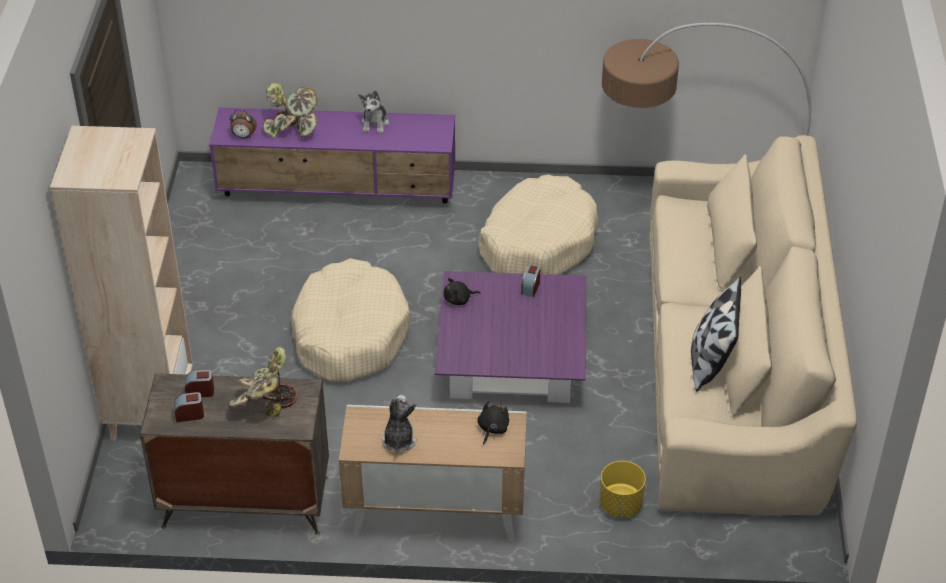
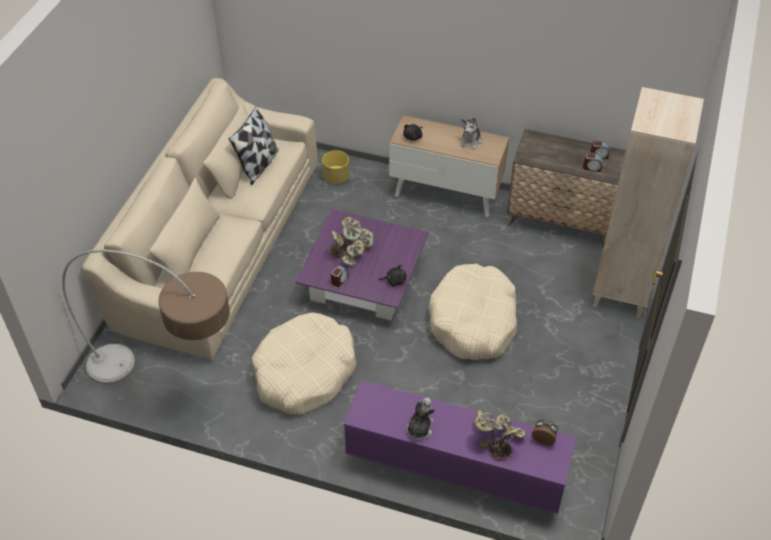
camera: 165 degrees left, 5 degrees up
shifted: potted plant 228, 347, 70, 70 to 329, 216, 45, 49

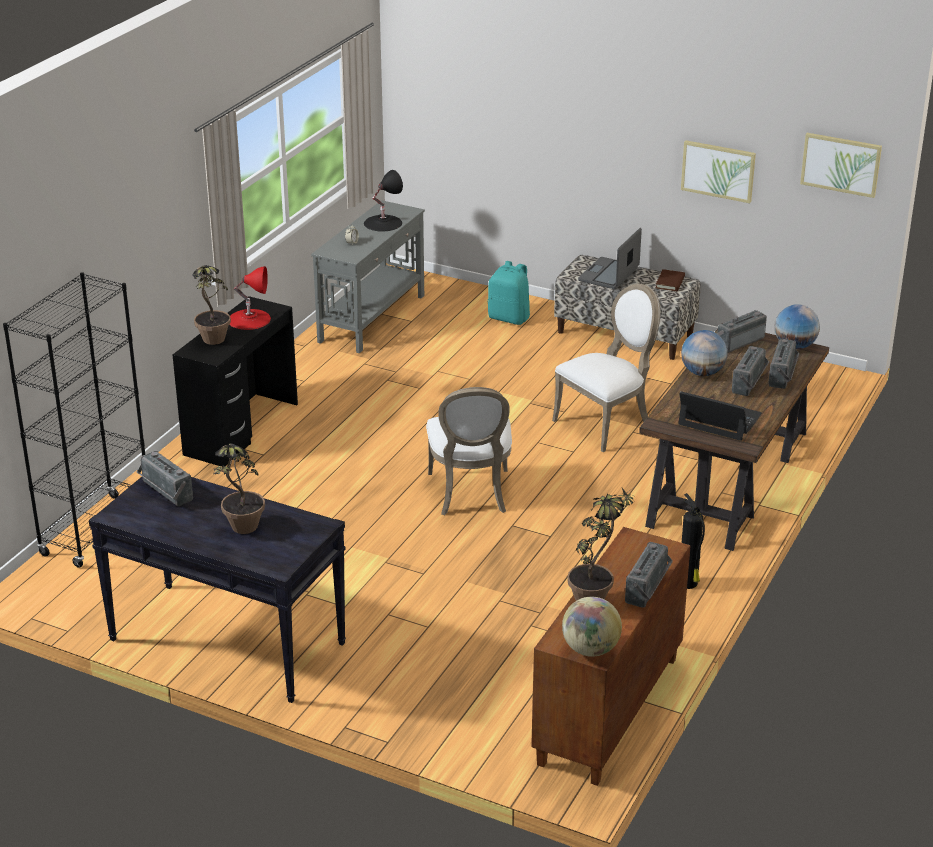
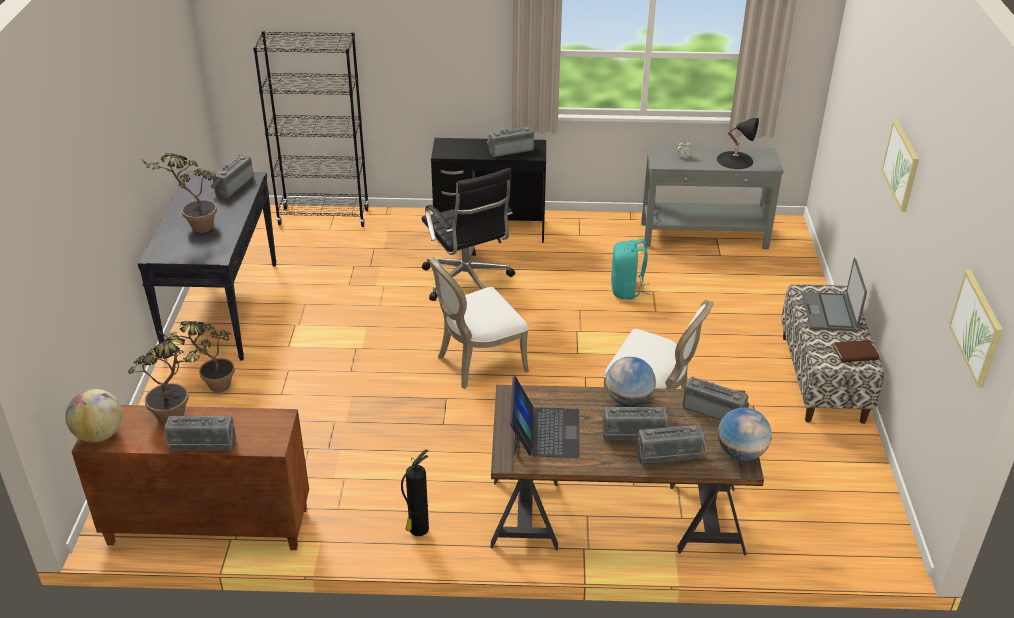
camera: 65 degrees right, 5 degrees up
new: black office chair 422, 168, 93, 133
shifted: potted plant 193, 265, 38, 80 to 158, 321, 77, 72; turquoise backpack 487, 261, 43, 64 to 611, 239, 40, 60; picture 681, 140, 75, 63 to 881, 119, 38, 93
swapped: red table lamp 230, 266, 41, 64 to radio 487, 126, 47, 31
rotated: laptop 578, 228, 64, 61 = 802, 258, 65, 73 90 degrees counterclockwise

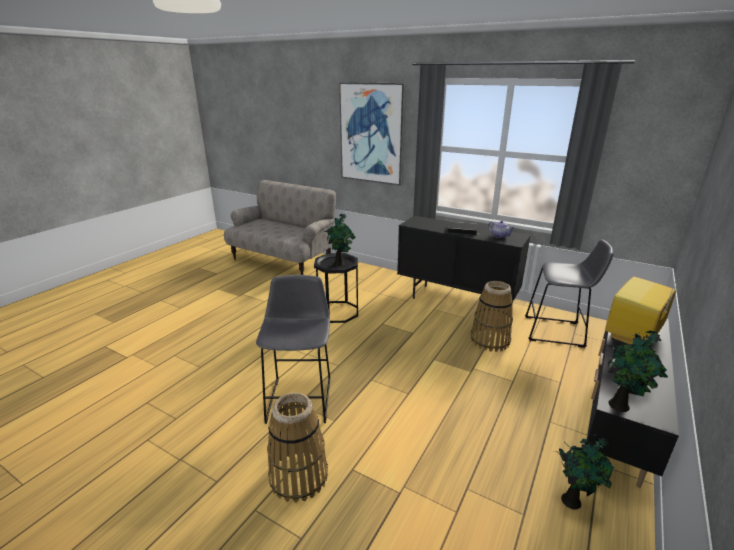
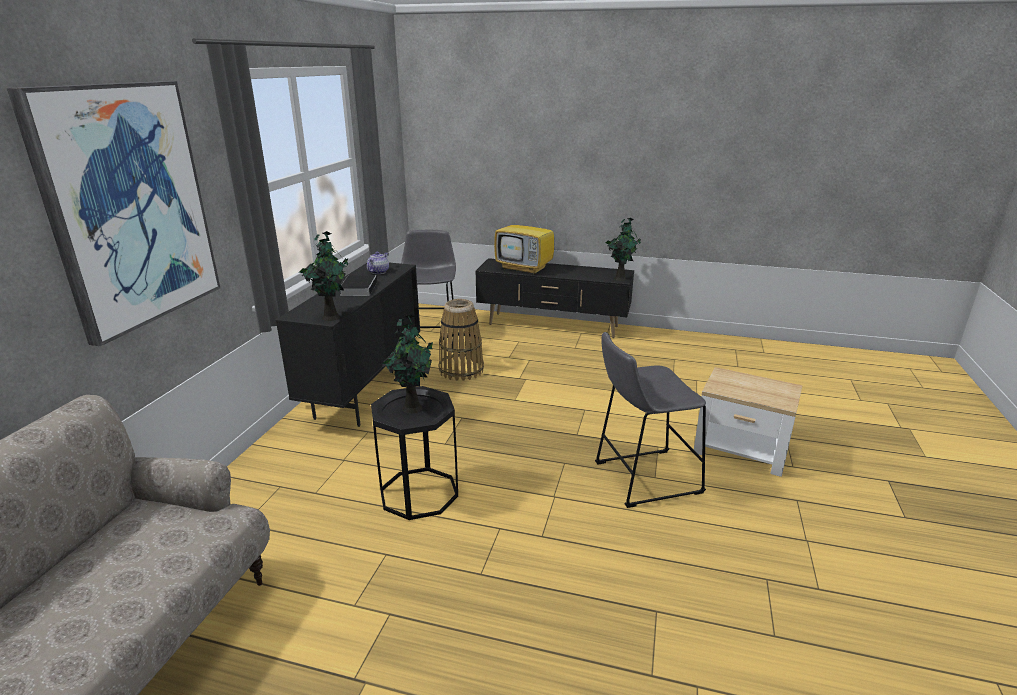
camera: 105 degrees left, 0 degrees up
shifted: potted plant 554, 434, 60, 76 to 299, 231, 49, 90
swapped: basket 267, 393, 61, 110 to side table 694, 367, 108, 110

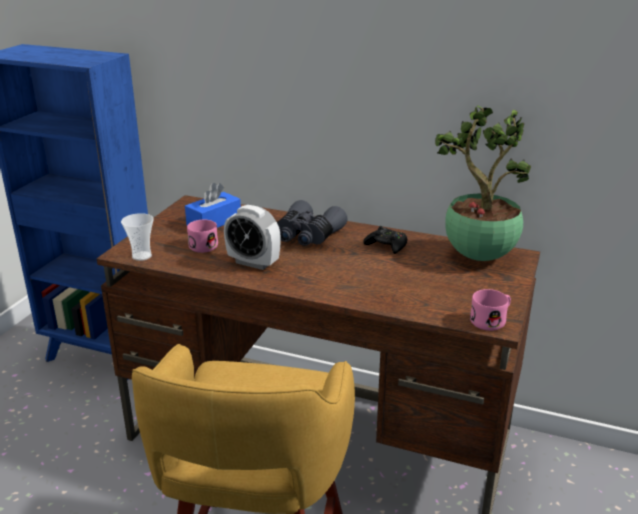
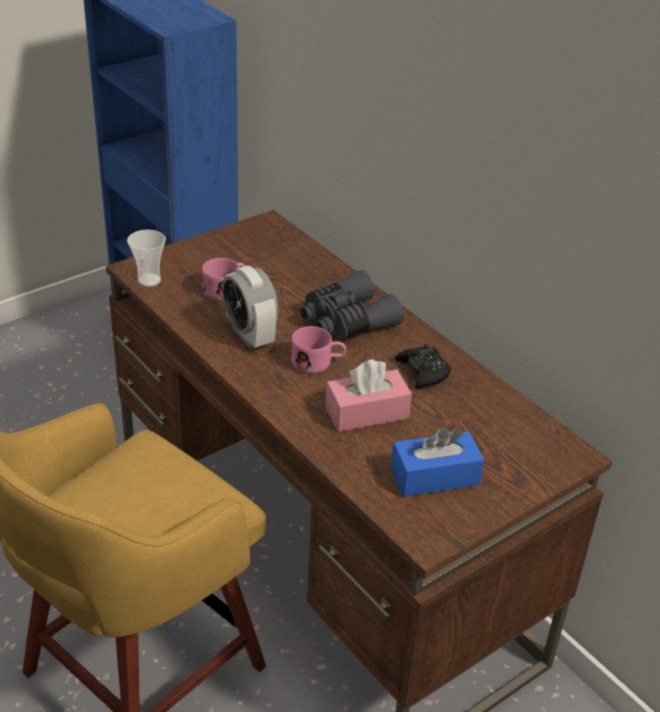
camera: 30 degrees right, 10 degrees up
gone: potted plant 435, 105, 96, 156
new: pink tissue box 325, 359, 87, 73
shifted: blue tissue box 185, 183, 56, 45 to 391, 426, 93, 71; pink mug 470, 289, 41, 42 to 291, 326, 55, 48

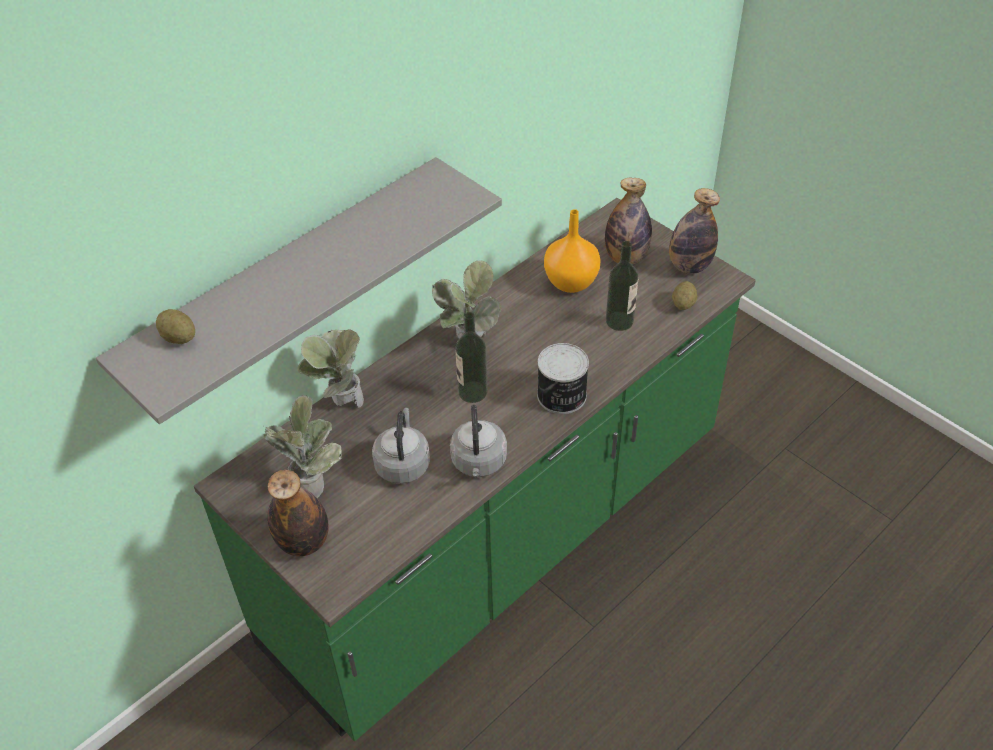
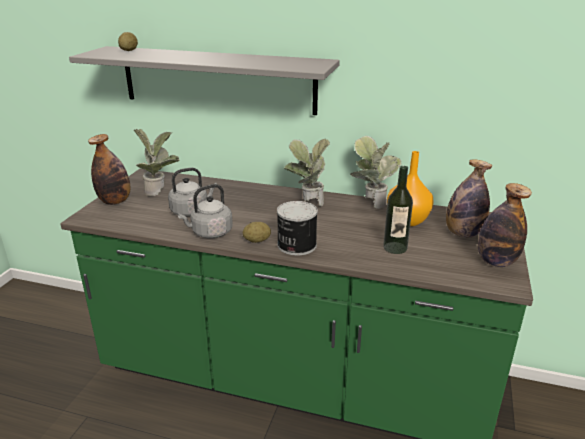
camera: 60 degrees right, 20 degrees down
gone: bottle 455, 312, 33, 91
shifted: potted plant 297, 329, 67, 79 to 350, 136, 52, 73; potato 672, 281, 25, 29 to 243, 222, 28, 21

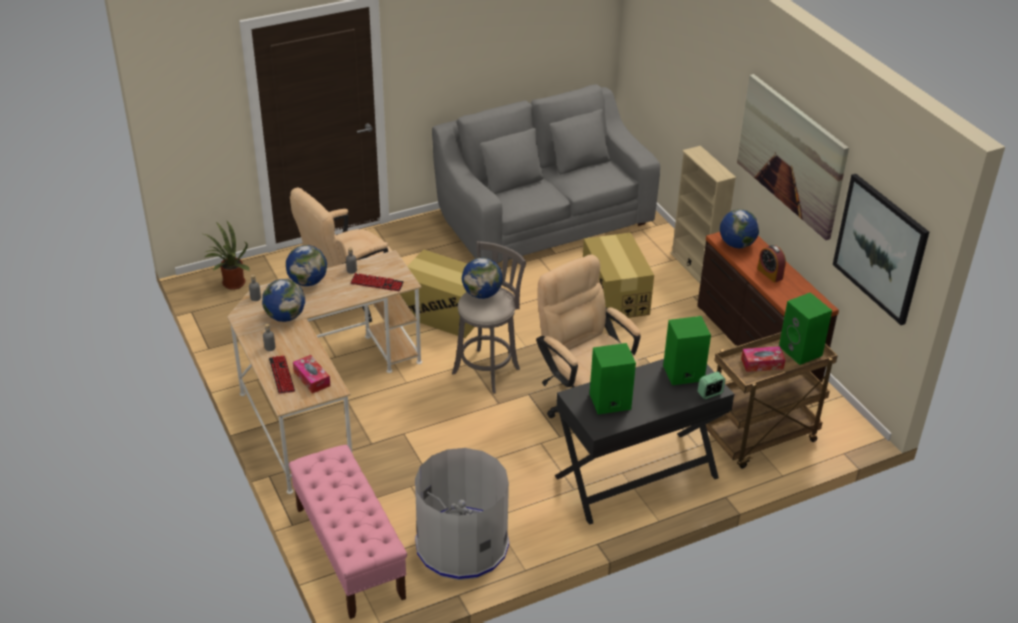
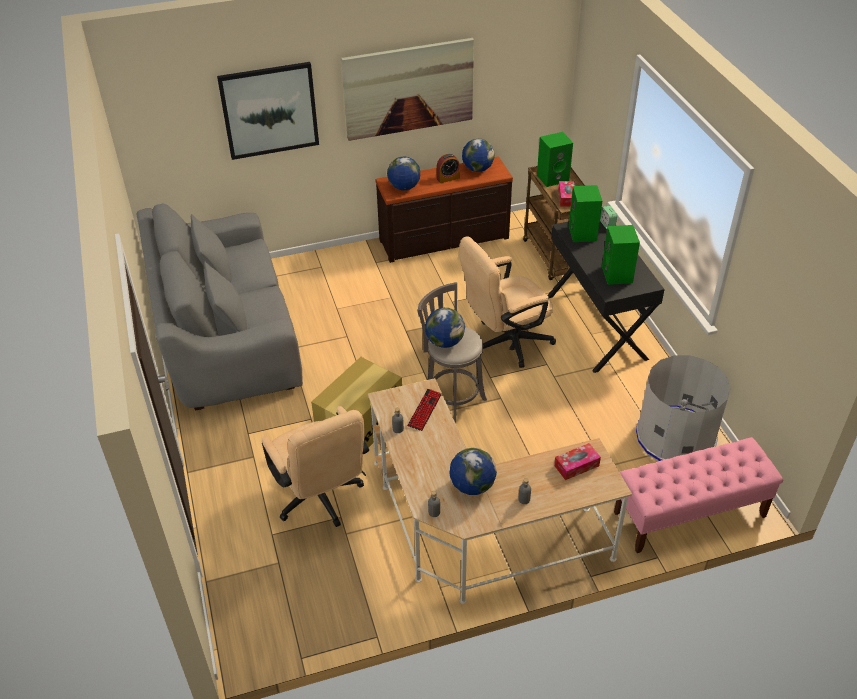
camera: 80 degrees left, 5 degrees up
gone: potted plant 204, 220, 46, 70; keyboard 269, 355, 26, 39; cardboard box 583, 232, 71, 88; beige bookcase 670, 146, 66, 137
shifted: globe 286, 245, 41, 41 to 462, 139, 33, 33; picture 833, 174, 96, 151 to 217, 62, 102, 98

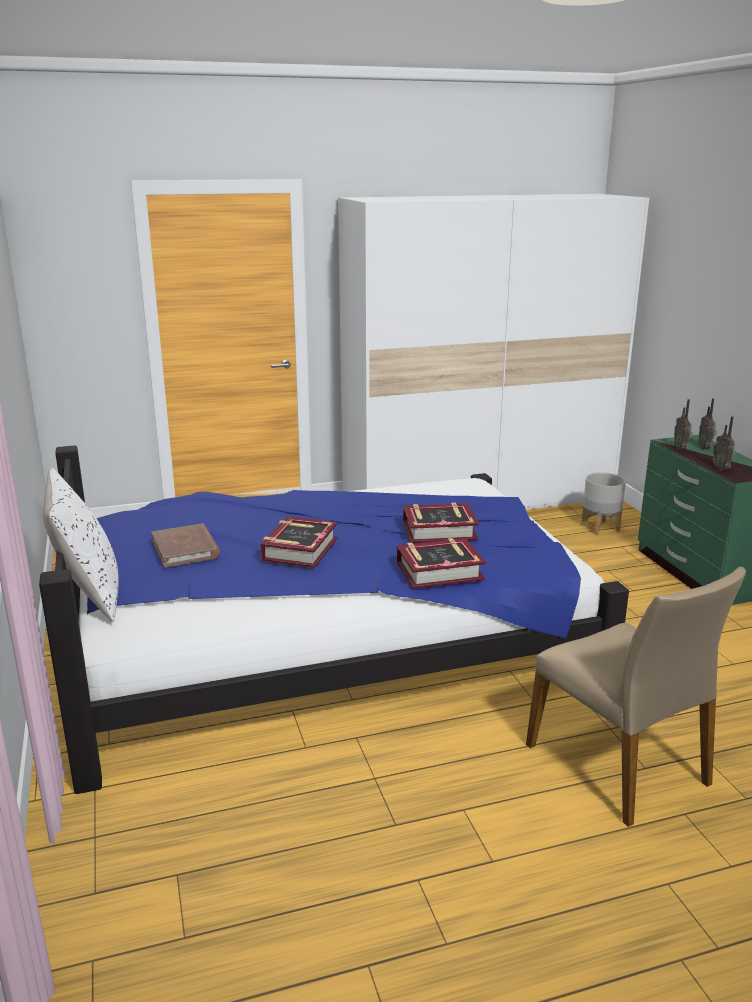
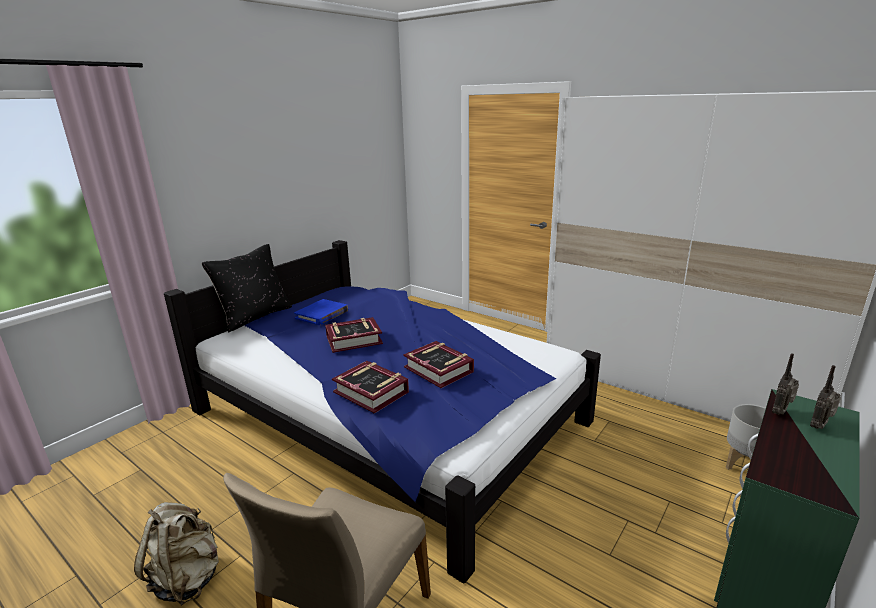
camera: 55 degrees right, 0 degrees up
gone: radio 713, 416, 22, 55
new: beige backpack 134, 502, 85, 103
repainted: white pillow 43, 468, 76, 154 to black pillow 202, 244, 90, 88; brown book 152, 523, 68, 44 to blue book 294, 299, 55, 26

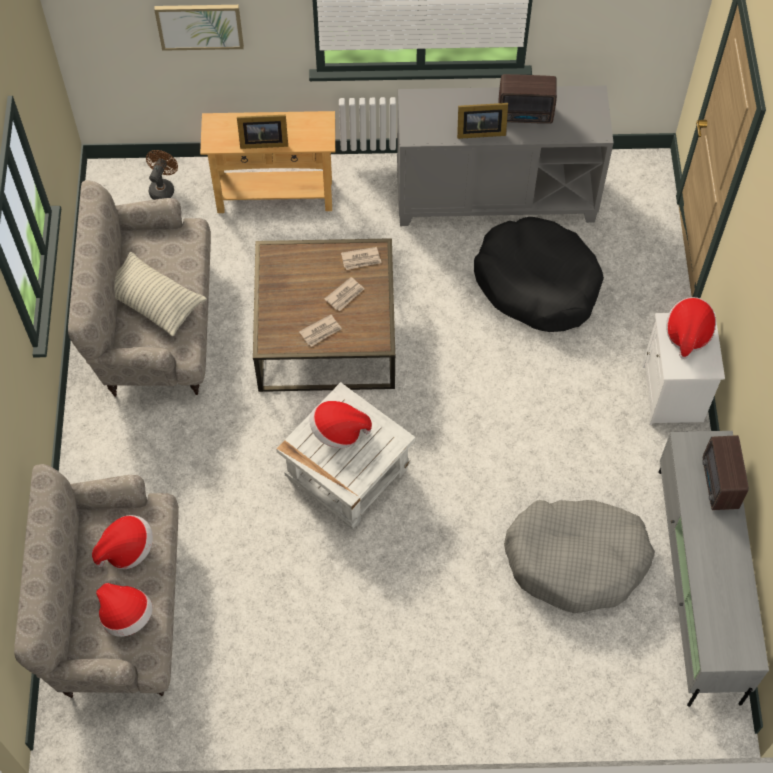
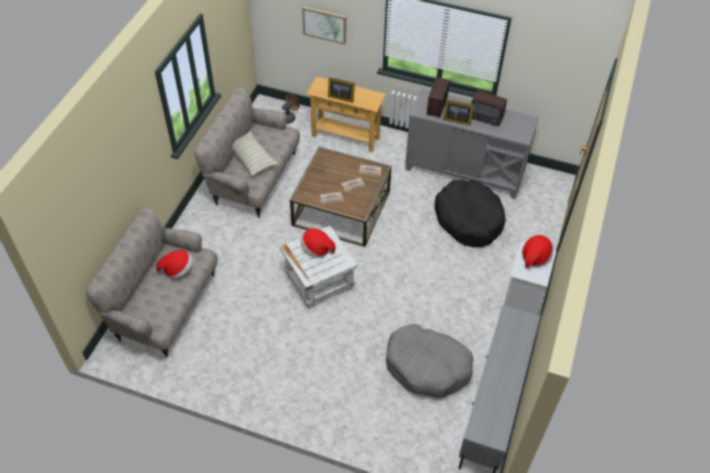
camera: 20 degrees right, 10 degrees down
gone: hat 96, 583, 57, 54
shifted: radio 702, 435, 47, 75 to 427, 77, 23, 40

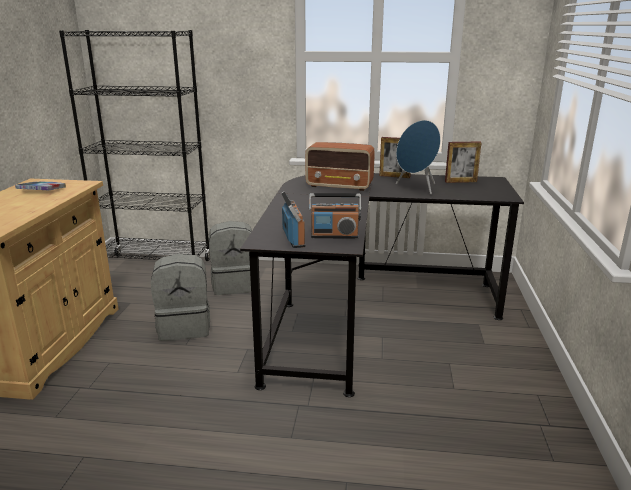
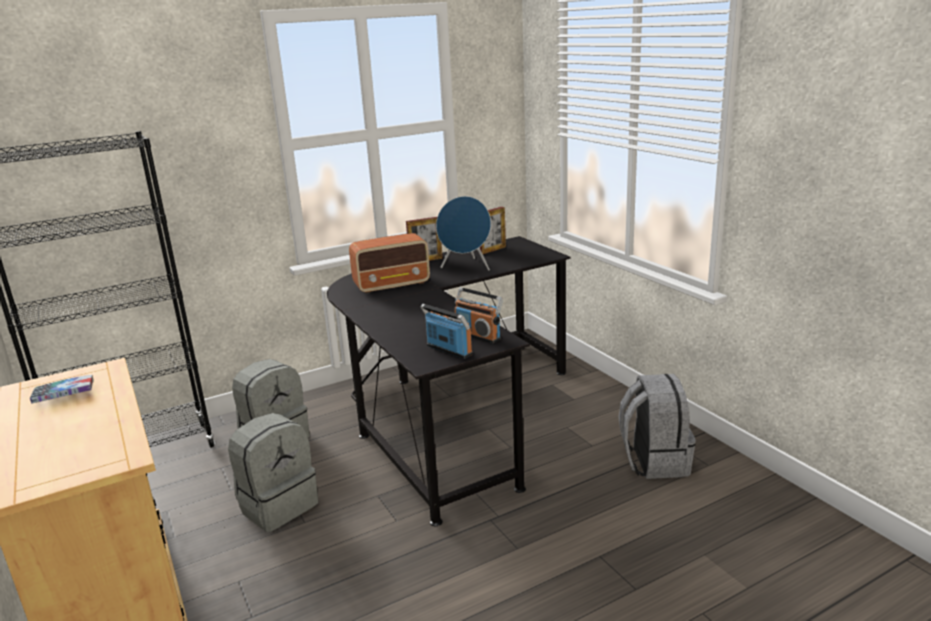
camera: 35 degrees left, 0 degrees up
new: grey backpack 618, 374, 78, 105
rotated: radio 309, 193, 53, 46 = 454, 287, 49, 56 75 degrees clockwise

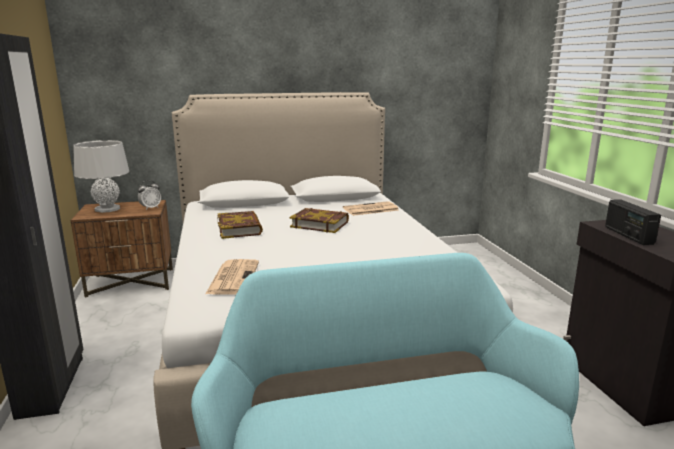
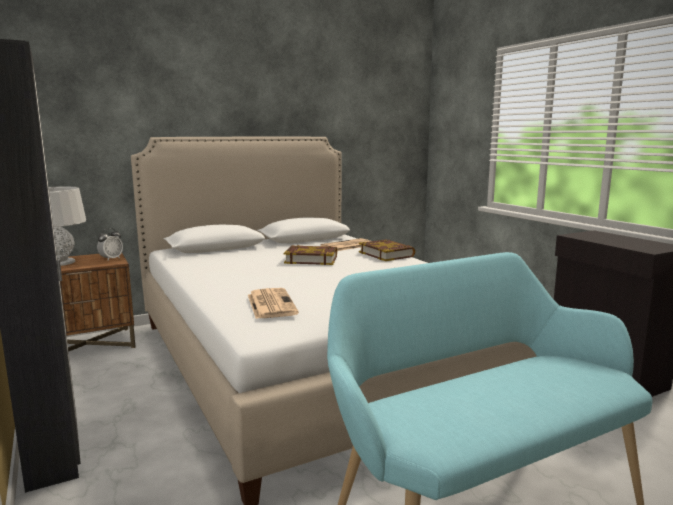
camera: 15 degrees left, 5 degrees down
gone: radio 605, 199, 56, 46
shifted: book 217, 211, 46, 28 to 359, 239, 56, 22

